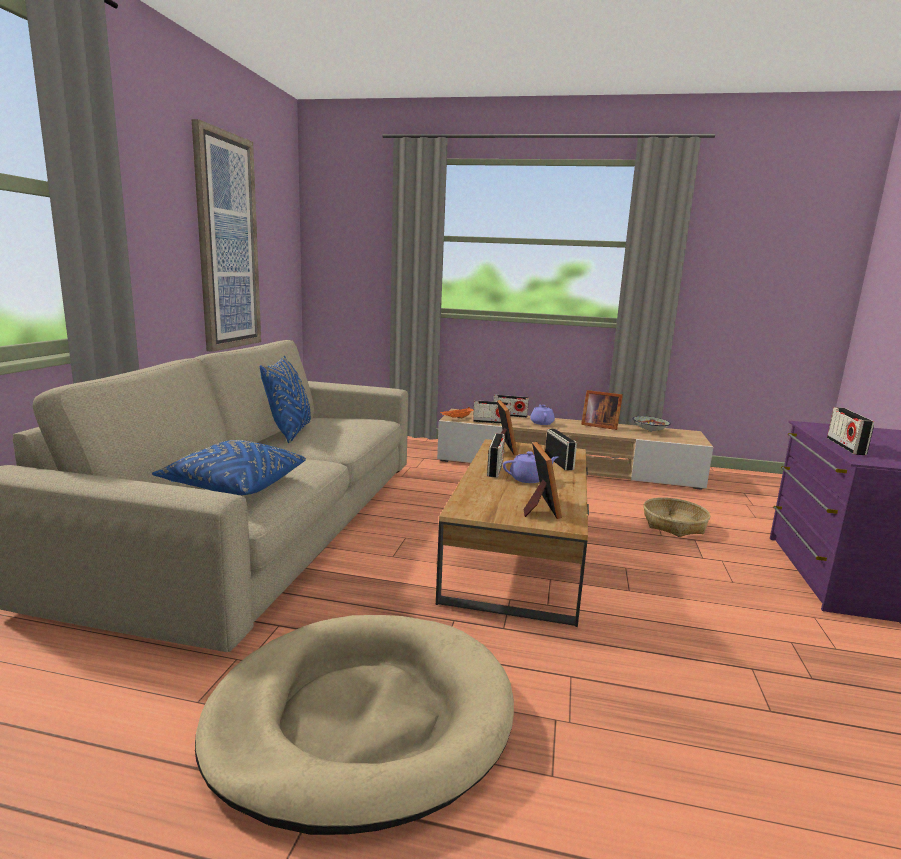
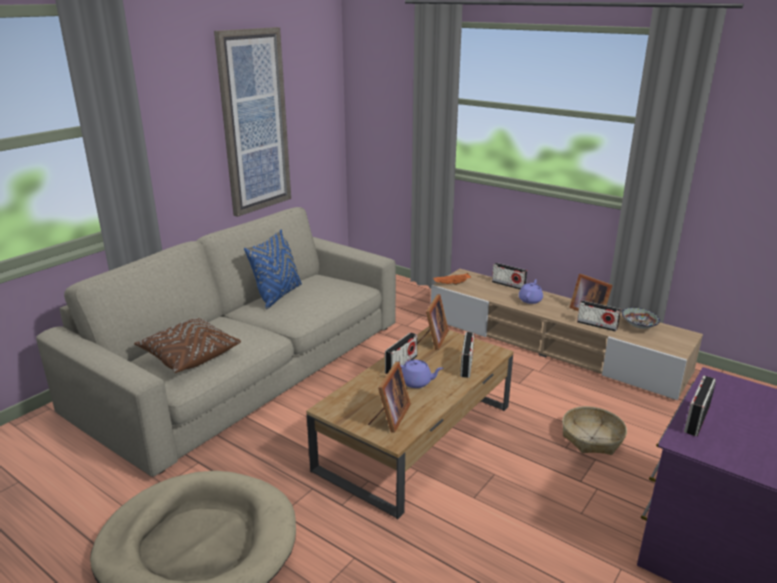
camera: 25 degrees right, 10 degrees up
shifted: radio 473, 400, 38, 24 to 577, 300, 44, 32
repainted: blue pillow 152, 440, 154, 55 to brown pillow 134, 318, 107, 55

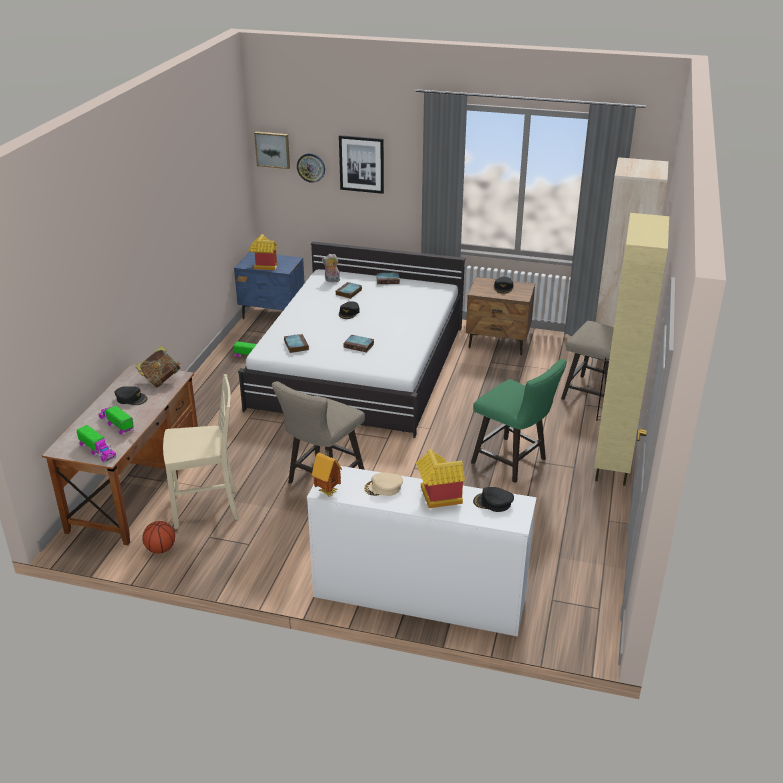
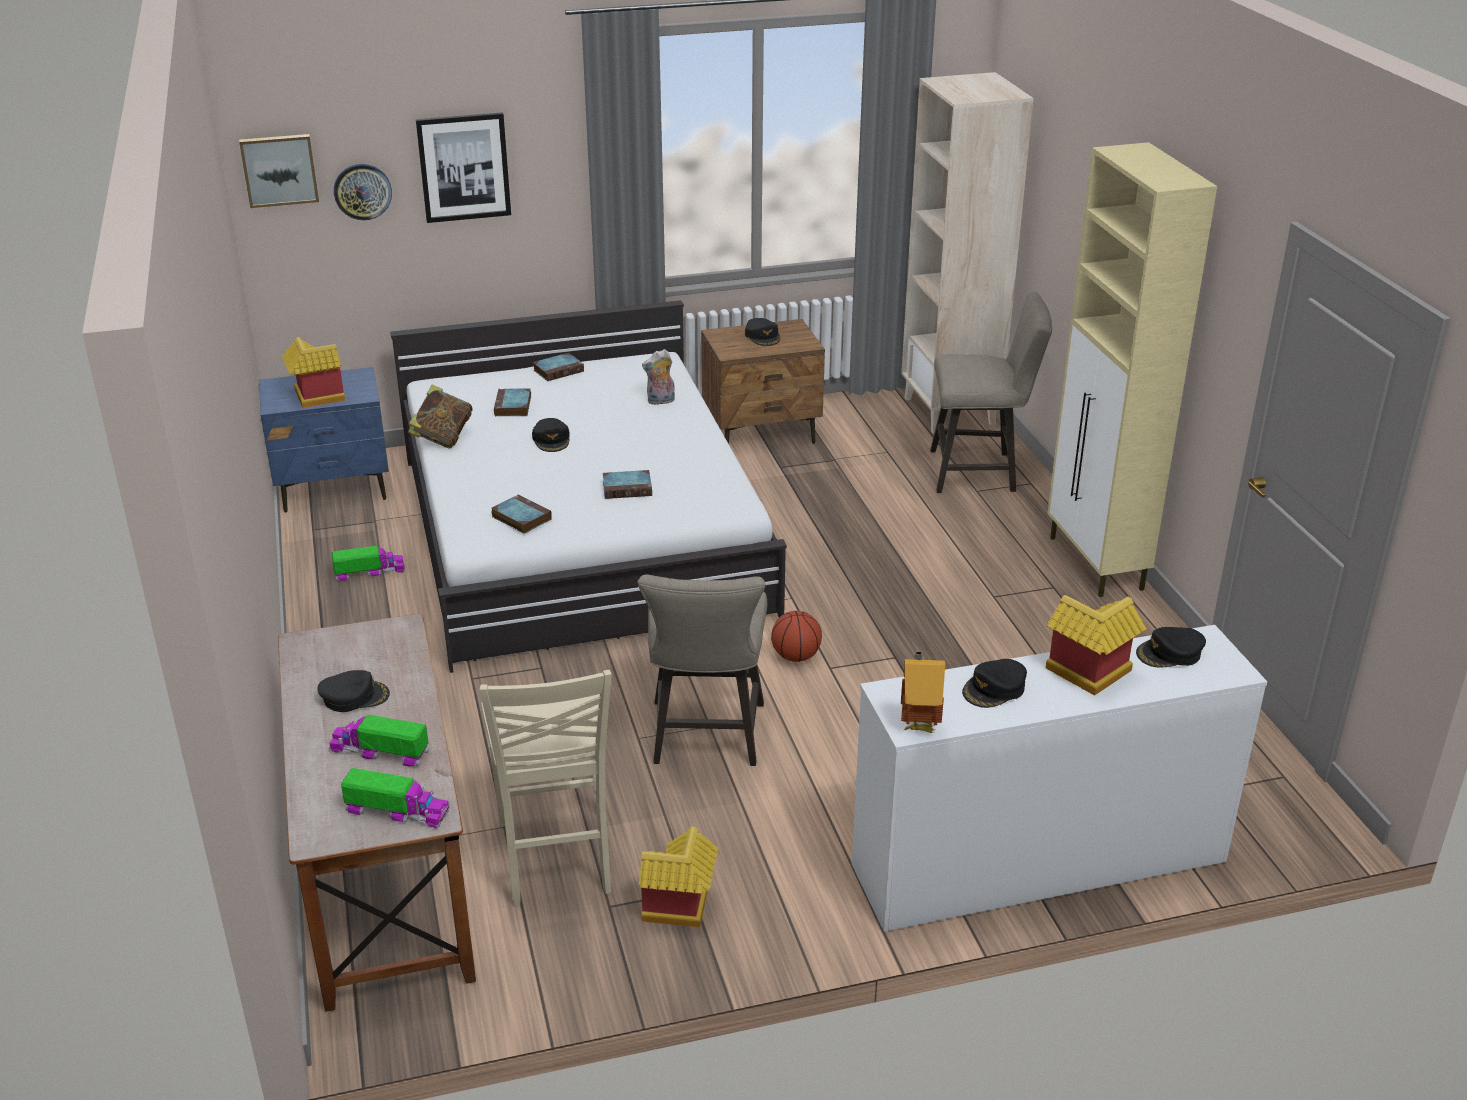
camera: 30 degrees left, 0 degrees up
gone: green stool 471, 359, 96, 124
new: toy house 639, 827, 79, 100
shifted: book 135, 346, 46, 42 to 408, 385, 65, 64; basketball 142, 521, 33, 33 to 771, 611, 51, 51; plush toy 322, 254, 18, 28 to 642, 349, 33, 56
repainted: beige cap 364, 473, 39, 23 to black cap 962, 659, 65, 49
rotated: beige chair 163, 374, 76, 155 = 480, 670, 132, 236 120 degrees clockwise

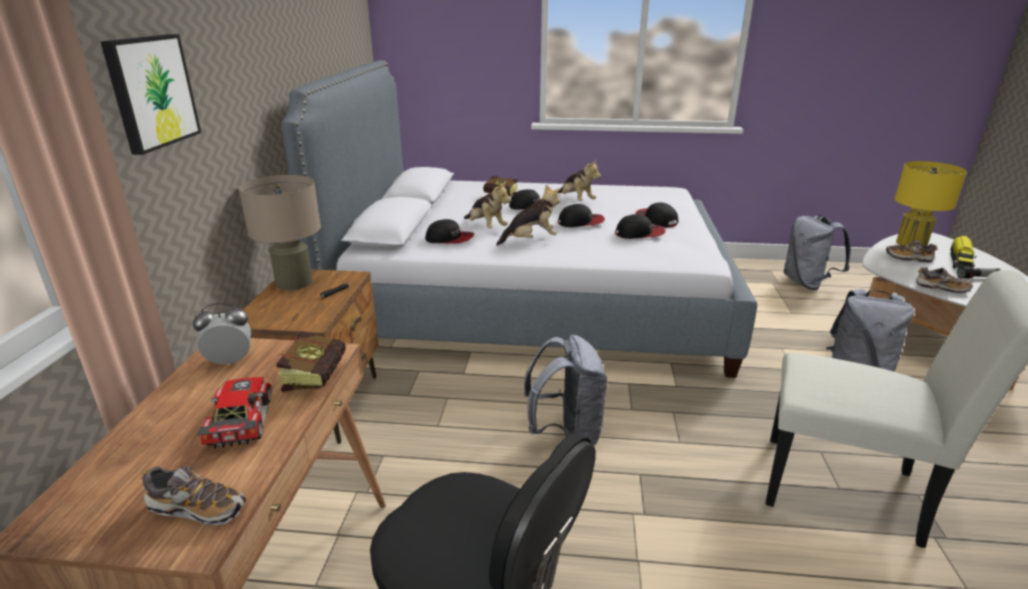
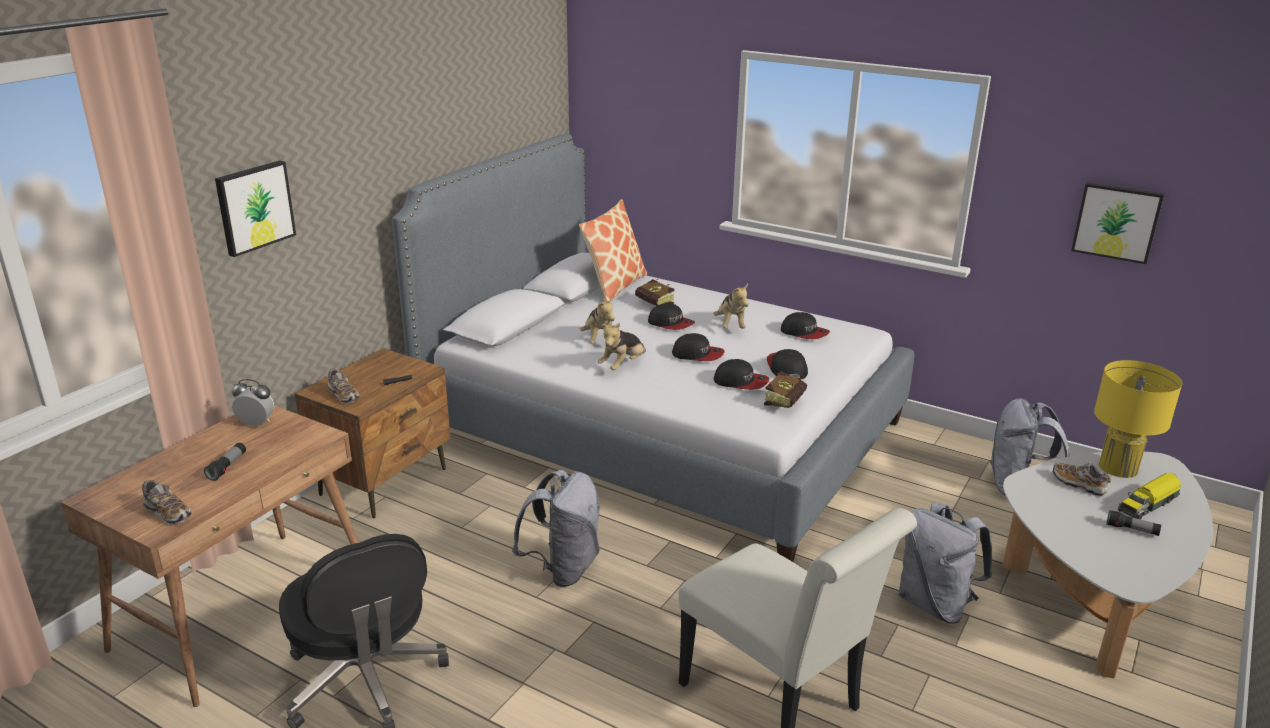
camera: 25 degrees right, 0 degrees up
gone: beige table lamp 239, 175, 82, 115
new: pillow 579, 199, 68, 103; picture 1071, 182, 93, 82
shifted: book 276, 331, 70, 61 to 764, 371, 43, 37; cap 425, 219, 49, 24 to 781, 312, 49, 27; shoe 916, 267, 57, 27 to 328, 369, 31, 35
swapped: toy car 197, 377, 76, 72 to flashlight 204, 443, 42, 38
rotated: plush toy 496, 185, 64, 61 = 597, 323, 49, 47 120 degrees clockwise

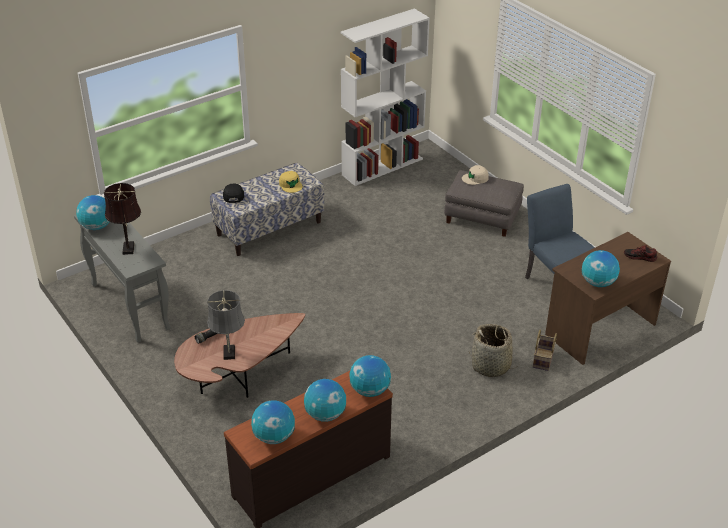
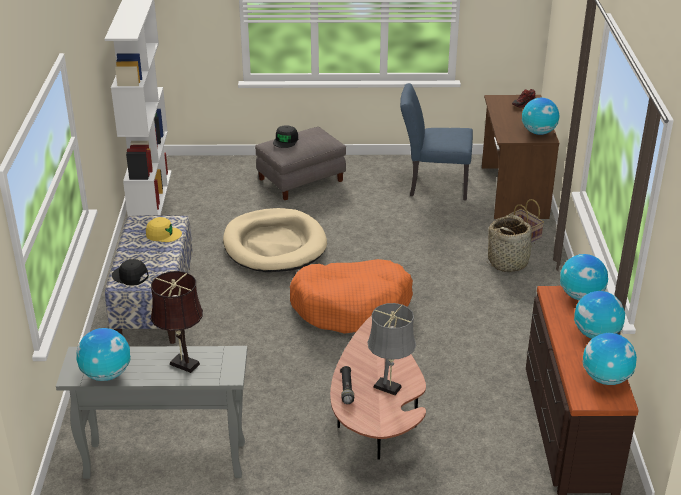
camera: 55 degrees left, 5 degrees down
new: beige dog bed 223, 208, 104, 64; orange dog bed 290, 259, 123, 75
repainted: beige cap 462, 165, 27, 20 to black cap 273, 125, 25, 23

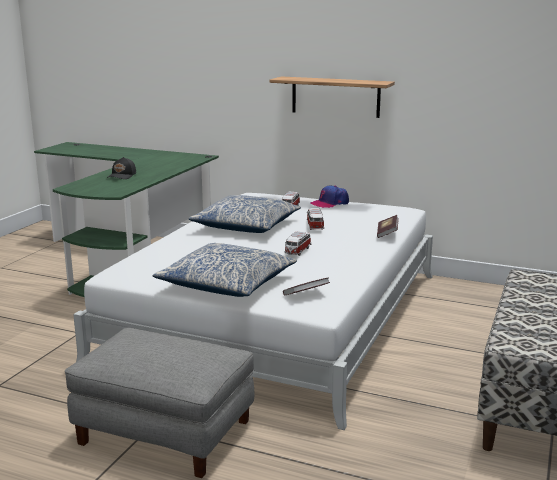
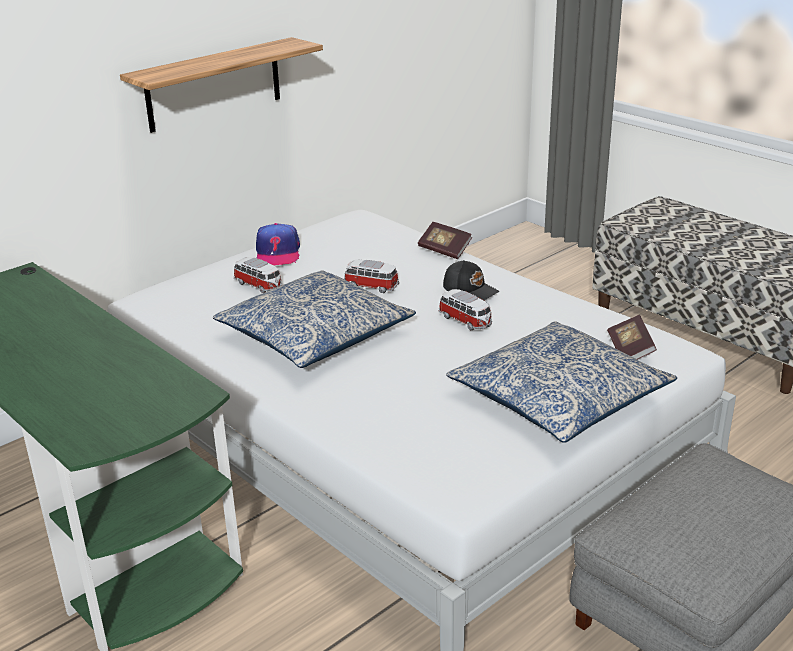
camera: 65 degrees left, 10 degrees up
shifted: black cap 107, 157, 29, 22 to 443, 260, 56, 40

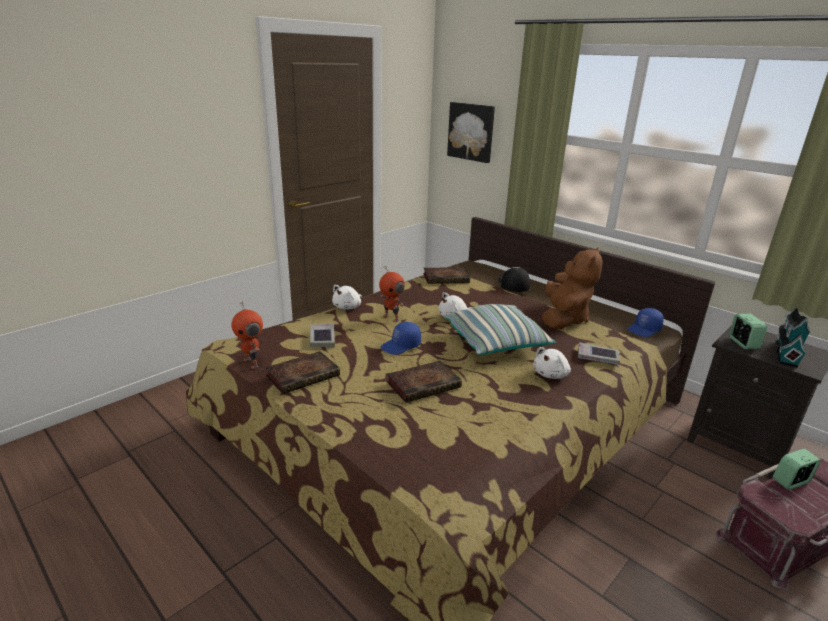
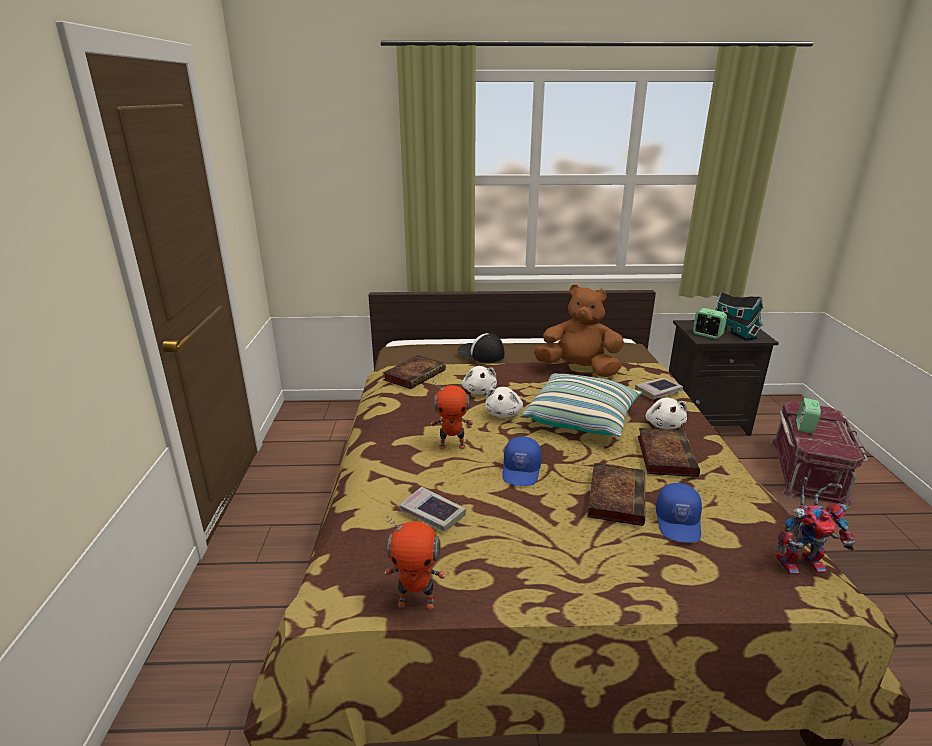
camera: 45 degrees left, 0 degrees up
gone: picture 447, 102, 48, 61
new: toy robot 776, 477, 79, 99
shifted: book 265, 351, 75, 43 to 638, 428, 62, 49; white plush toy 332, 285, 30, 25 to 462, 366, 35, 28; blue cap 627, 308, 37, 29 to 656, 483, 46, 60
rotated: brown plush toy 542, 247, 61, 82 = 534, 284, 90, 93 45 degrees counterclockwise

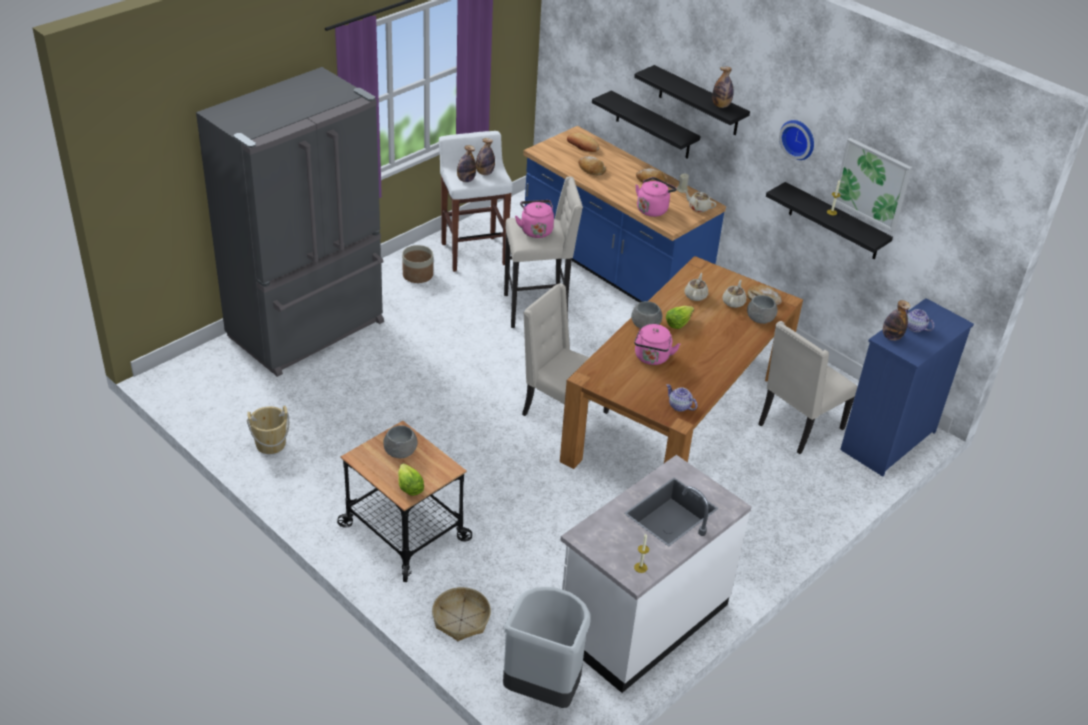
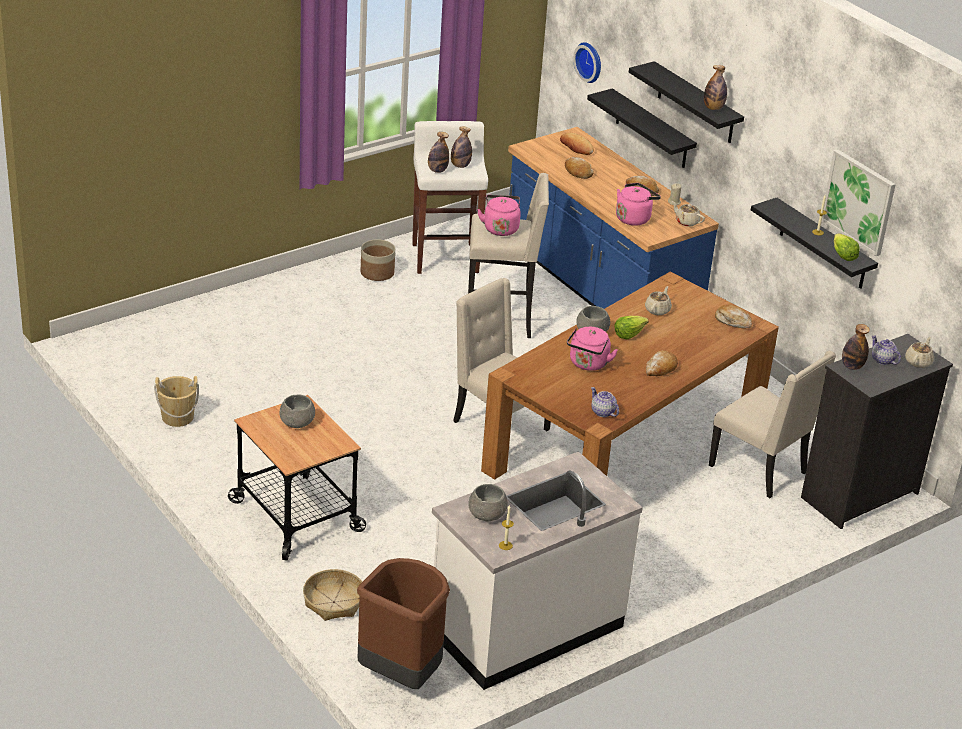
camera: 10 degrees right, 5 degrees down
gone: grey fridge 196, 67, 188, 310
new: bread 646, 350, 32, 26
shifted: lettuce 398, 463, 26, 33 to 834, 233, 26, 28; beige teapot 722, 280, 24, 28 to 905, 337, 29, 31; grey bowl 747, 295, 30, 29 to 468, 484, 40, 37; wall clock 779, 120, 35, 40 to 573, 42, 28, 41
repainted: grey trash can 503, 587, 88, 121 to brown trash can 357, 558, 93, 131; blue dresser 840, 298, 134, 179 to black dresser 801, 334, 152, 195
rotated: beige chair 758, 321, 100, 133 = 709, 350, 127, 148 105 degrees counterclockwise

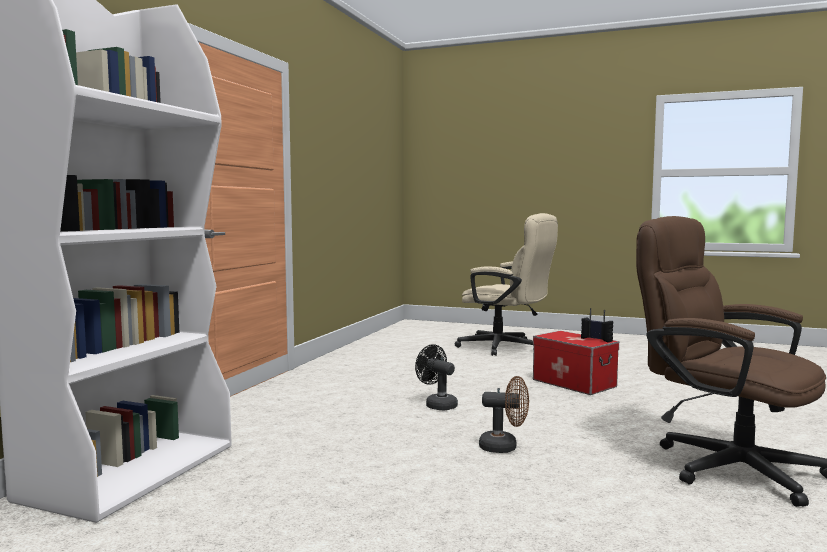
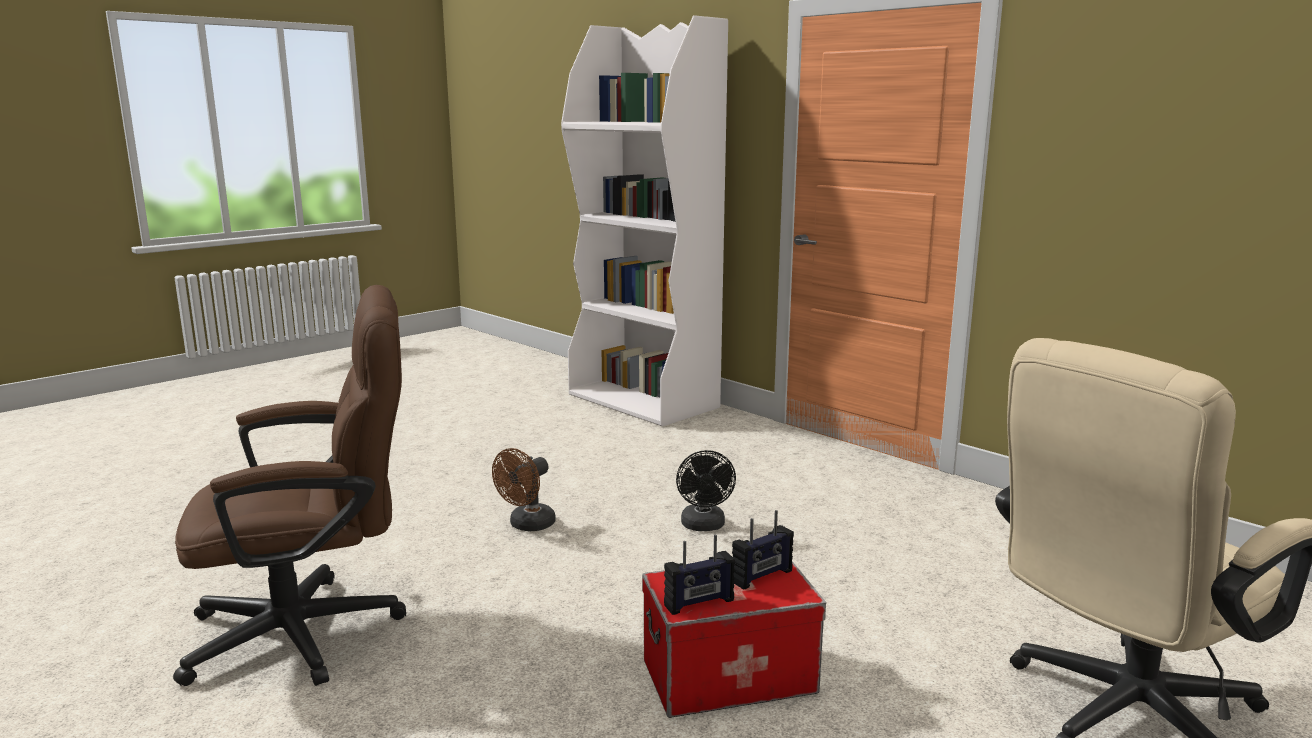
camera: 115 degrees right, 10 degrees up
new: radio 732, 510, 62, 80
rotated: black fan 415, 344, 43, 66 = 676, 450, 60, 81 105 degrees clockwise

